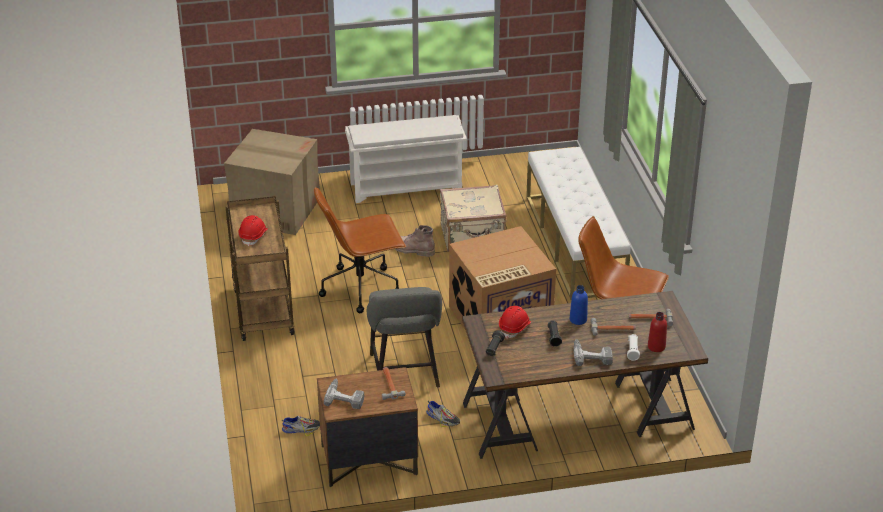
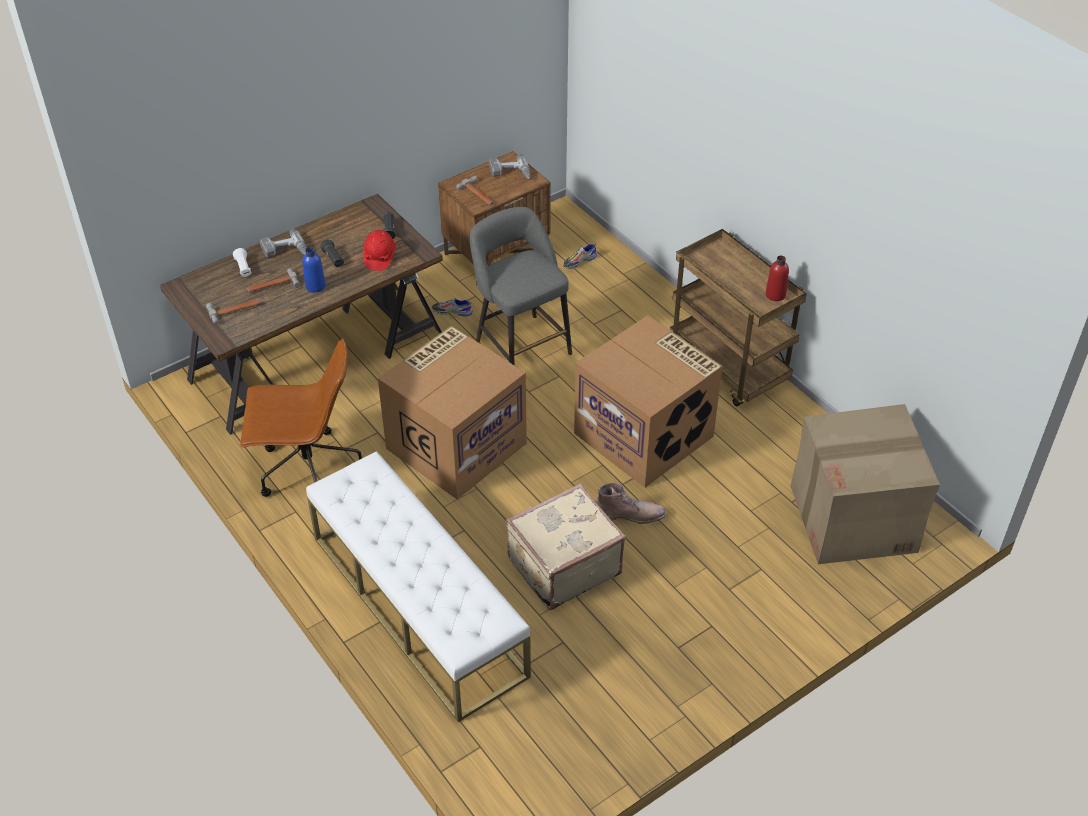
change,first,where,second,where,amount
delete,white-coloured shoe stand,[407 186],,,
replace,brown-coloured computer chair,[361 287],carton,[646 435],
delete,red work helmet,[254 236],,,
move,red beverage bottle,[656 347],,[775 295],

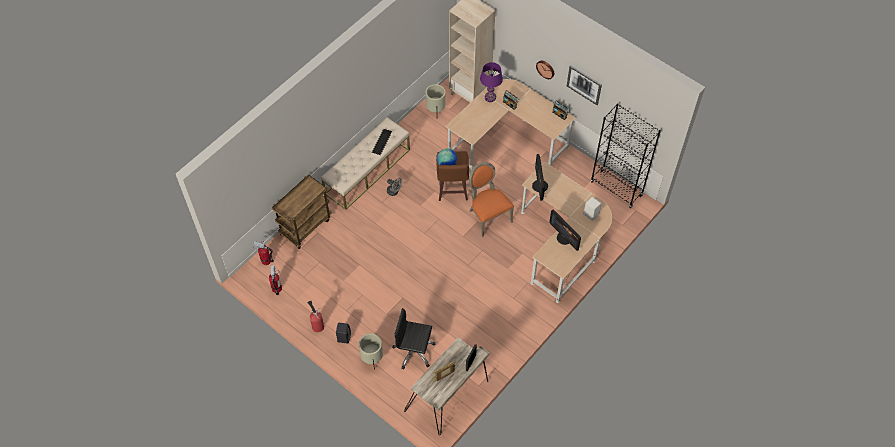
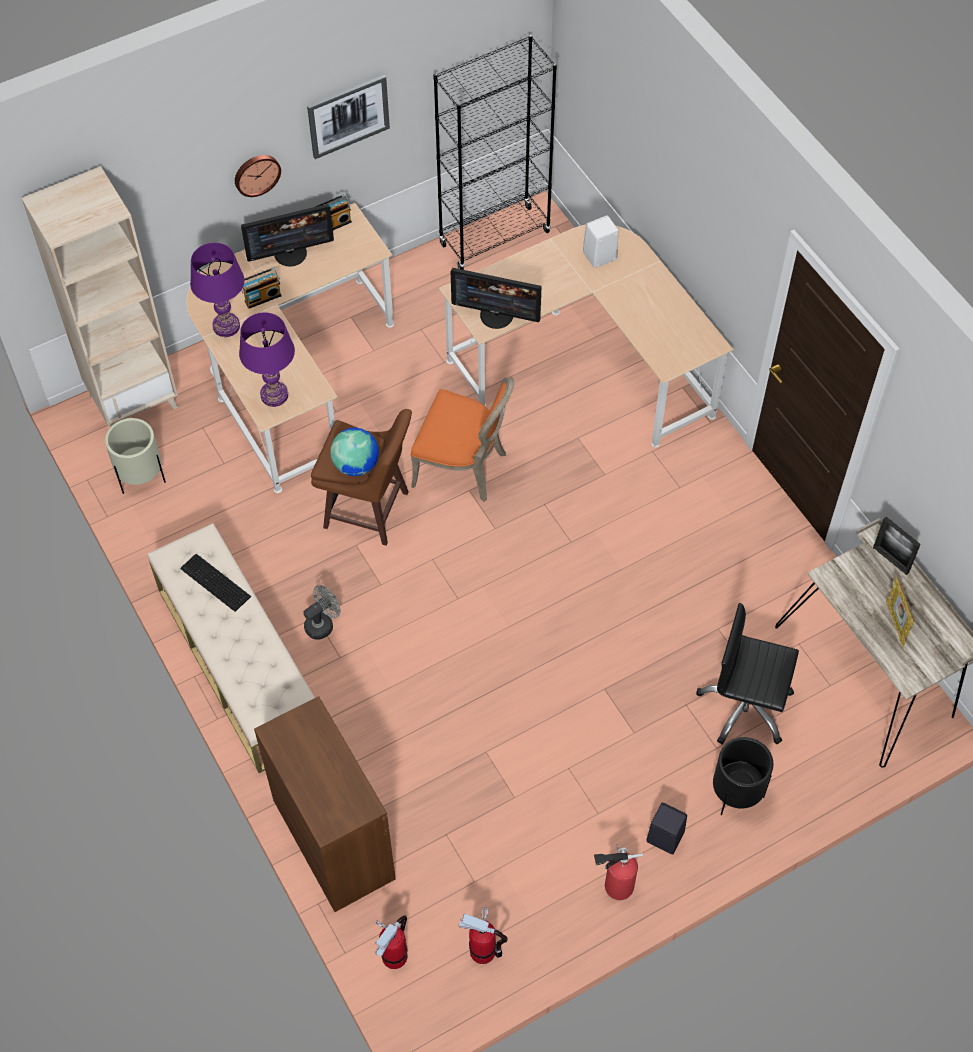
change,first,where,second,where,amount
rotate,orange-coloured plain chair,[488 216],,[464 468],150 degrees counterclockwise
replace,brown-coloured cart,[305 226],brown-coloured storage cabinet,[333 839],
move,computer screen,[564 238],,[290 253],
rotate,black computer chair,[414 351],,[745 706],75 degrees clockwise
recolor,sand-coloured planter,[372 358],black planter,[735 794],
insert,,,purple-coloured lamp for a table,[274 395],

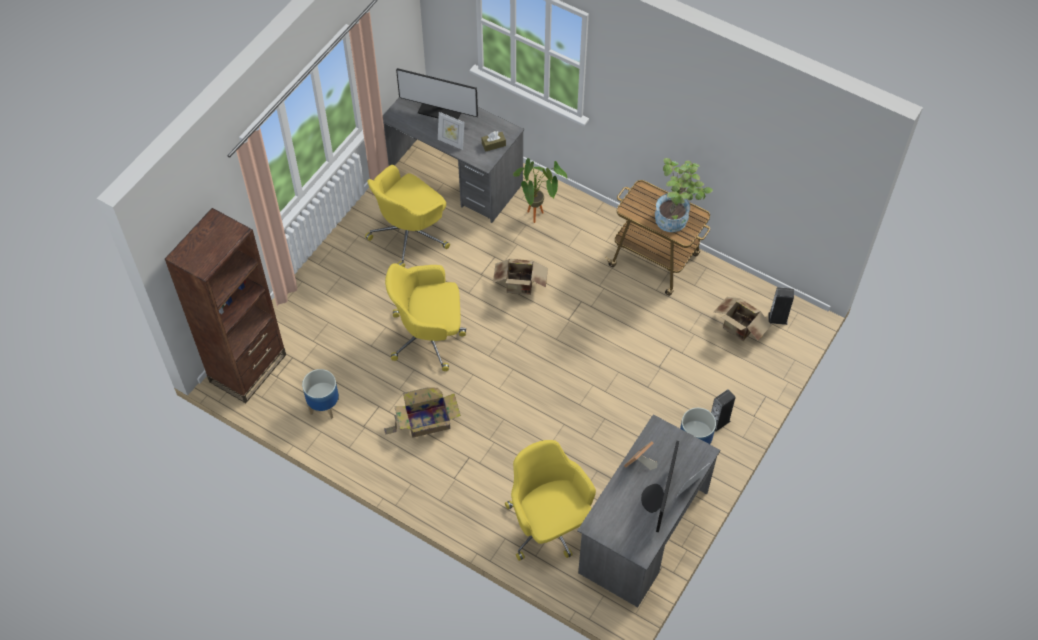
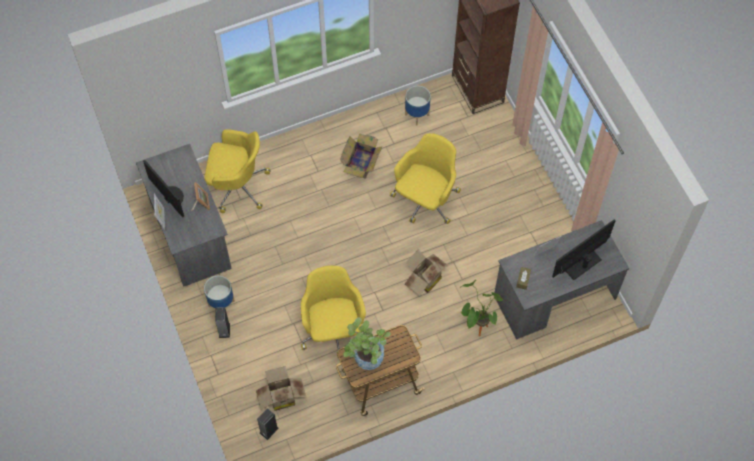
change,first,where,second,where,amount
move,yellow-coloured computer chair,[410 234],,[333 330],

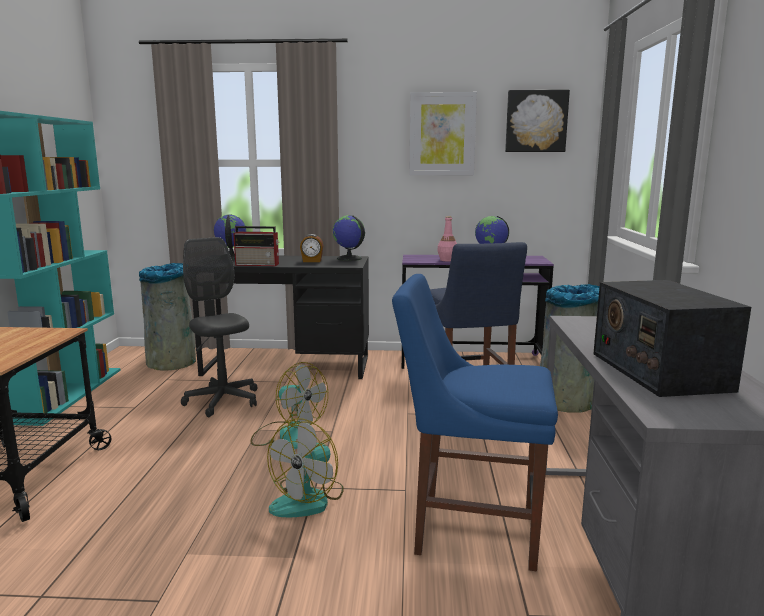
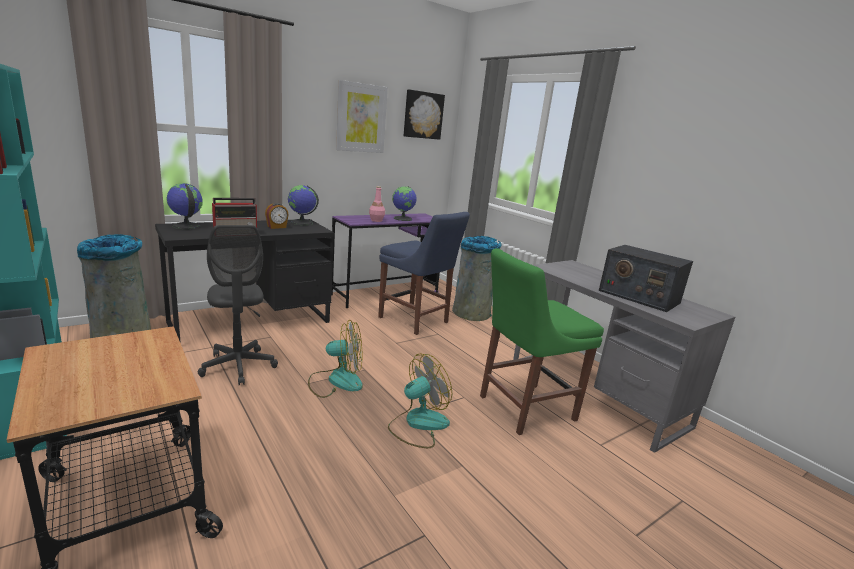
change,first,where,second,where,amount
rotate,grey computer chair,[223 401],,[238 366],135 degrees counterclockwise
recolor,blue plain chair,[469 527],green plain chair,[522 408],
rotate,electric fan,[308 499],,[418 424],120 degrees counterclockwise

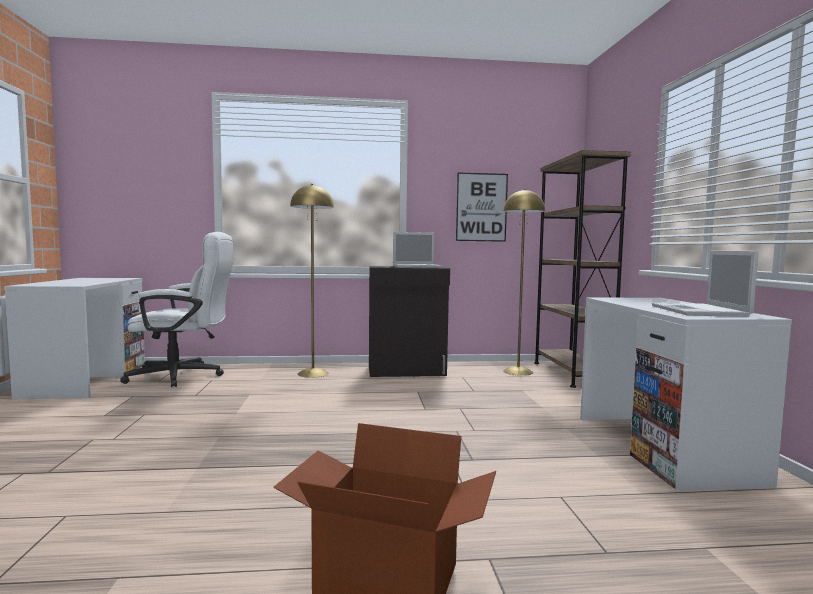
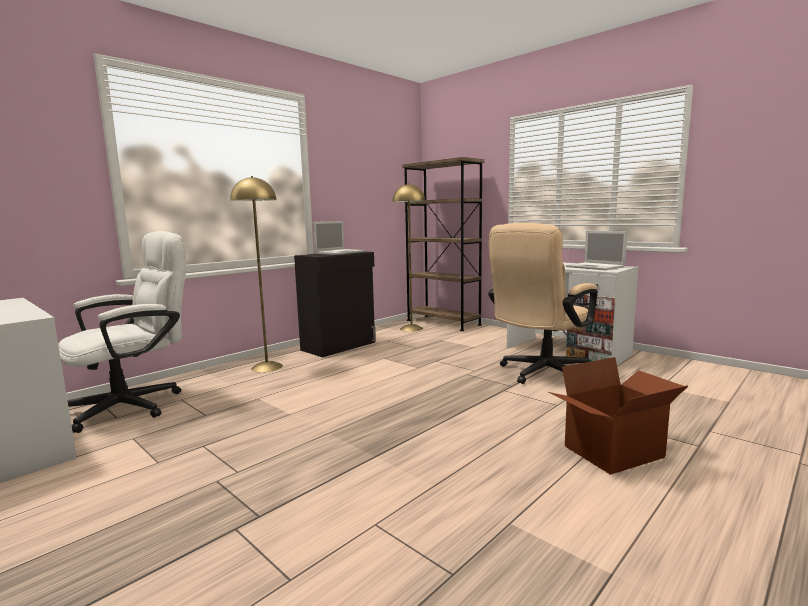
change,first,where,second,where,amount
delete,wall art,[481 207],,,
insert,,,sand-coloured computer chair,[540 374],

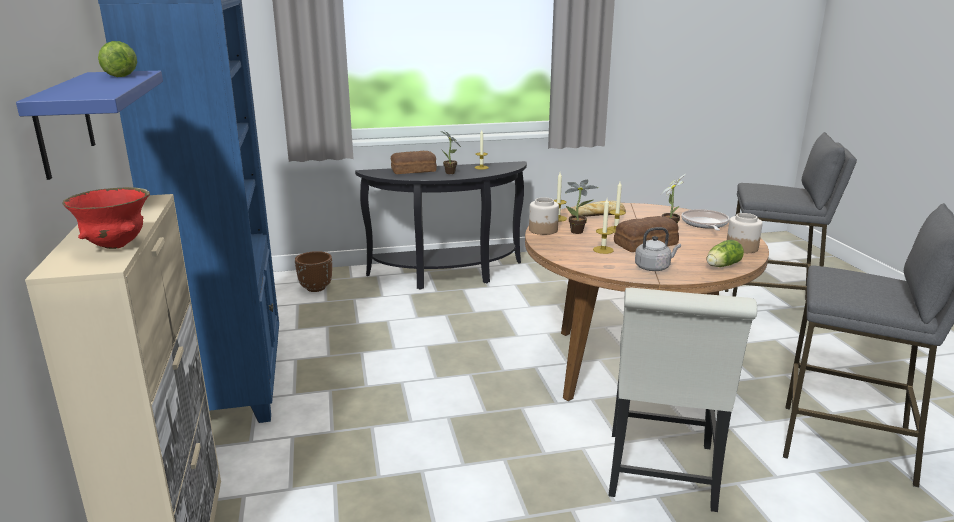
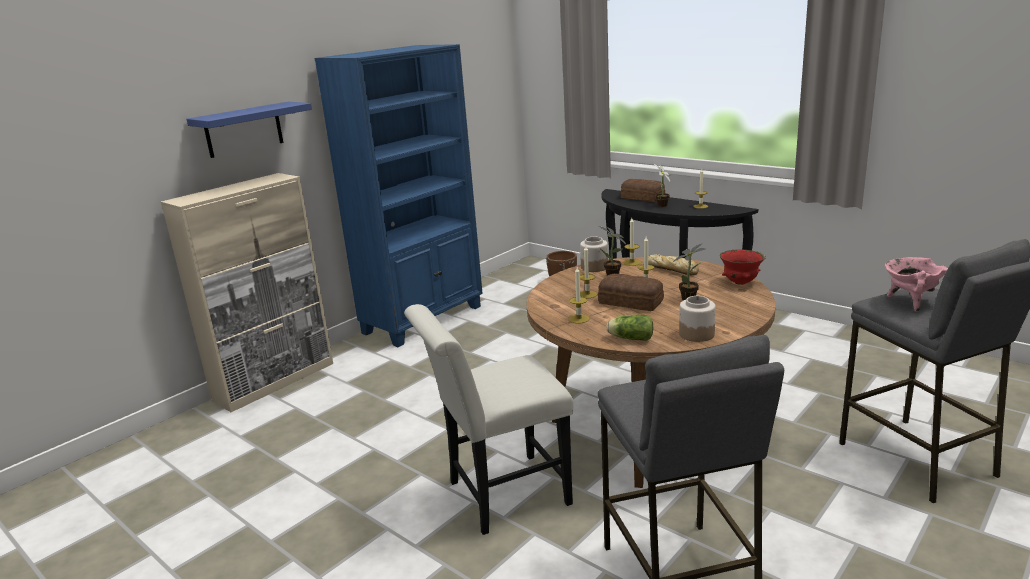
change,first,where,second,where,amount
delete,lettuce head,[121 74],,,
move,red bowl,[116 246],,[740 283],
delete,skillet,[704 224],,,
replace,grey kettle,[654 267],wax candle,[579 319],
insert,,,pink-coloured stockpot,[910 302],

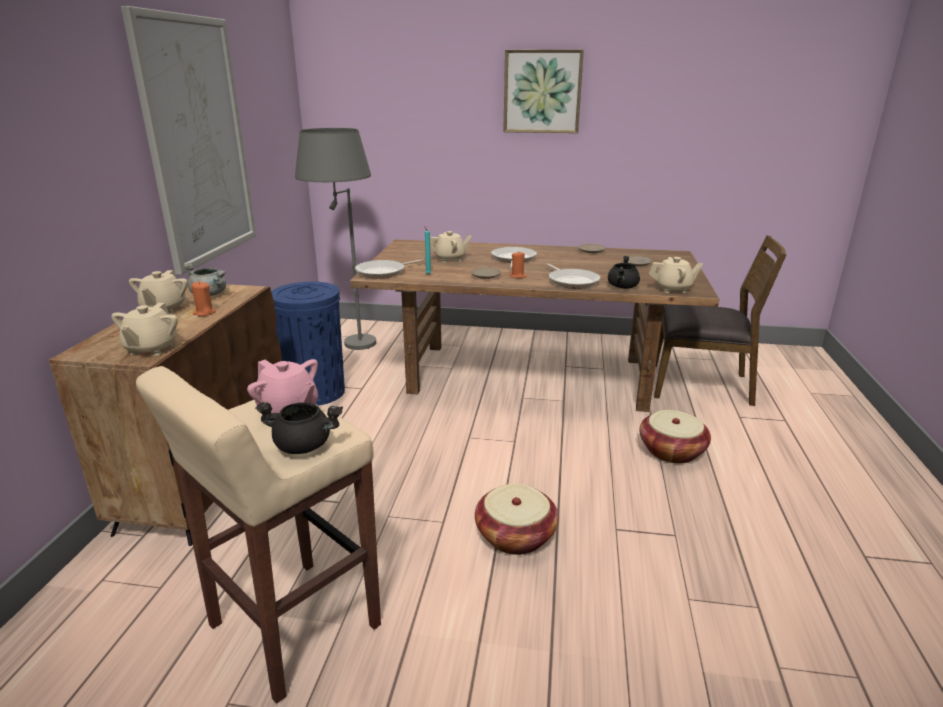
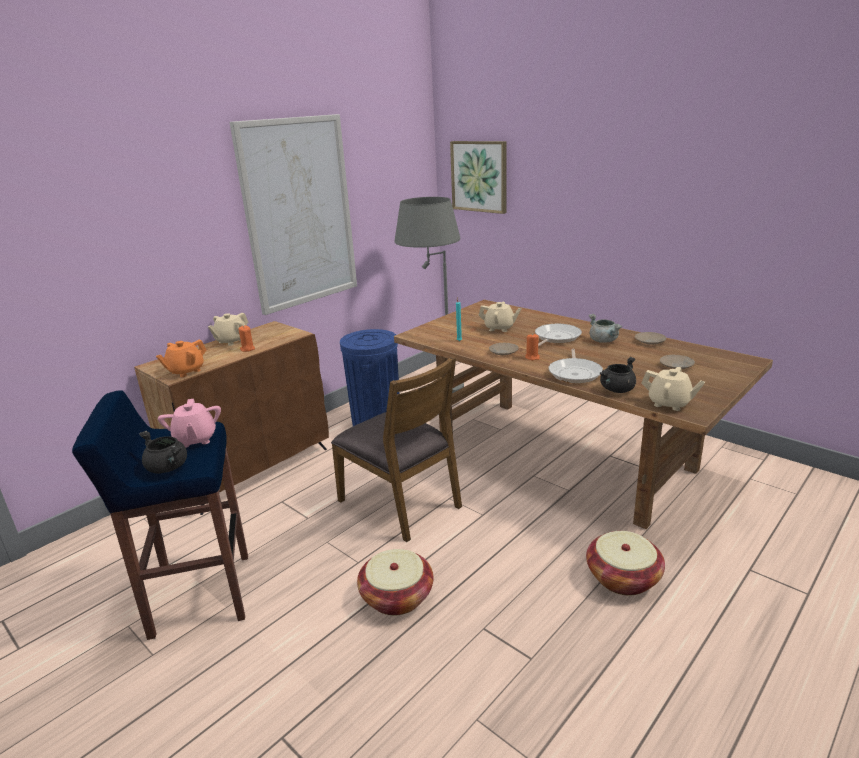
change,first,where,second,where,amount
move,wall art,[542 91],,[479 176],
move,brown-coloured plain chair,[701 385],,[401 502],
delete,skillet,[383 272],,,
move,grey stockpot,[210 295],,[604 341],
recolor,sand-coloured teapot,[151 349],orange-coloured teapot,[185 371],
recolor,sand-coloured stool seat,[292 627],blue stool seat,[199 595],

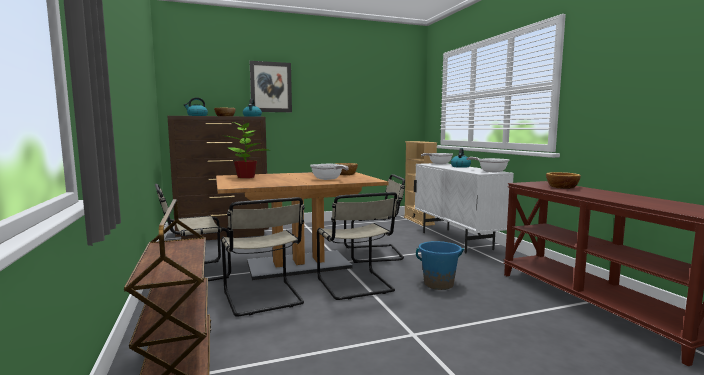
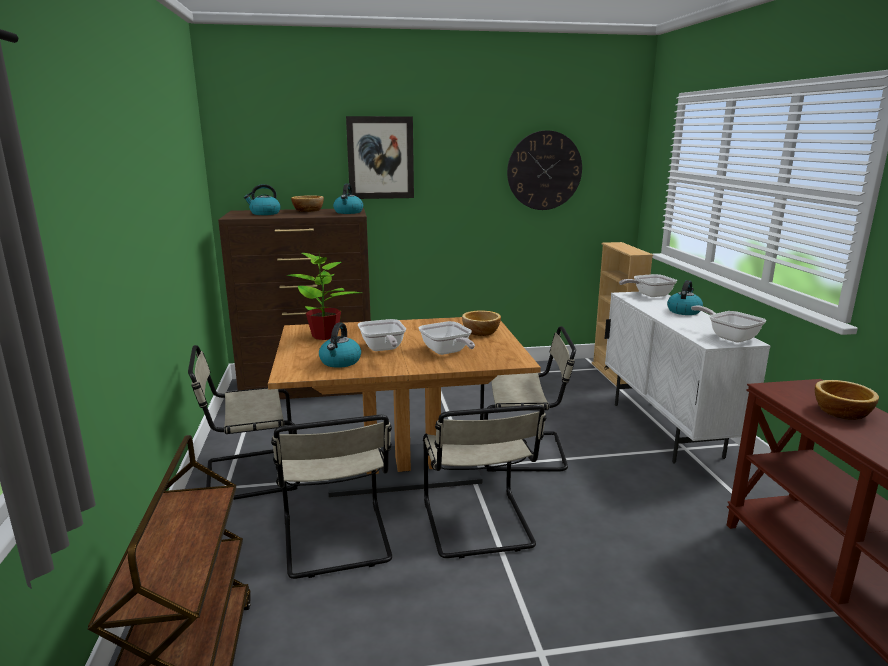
change,first,where,second,where,amount
delete,blue pail,[438 284],,,
insert,,,clock on the wall,[544 170],
insert,,,skillet,[383 349],
insert,,,kettle,[340 362],

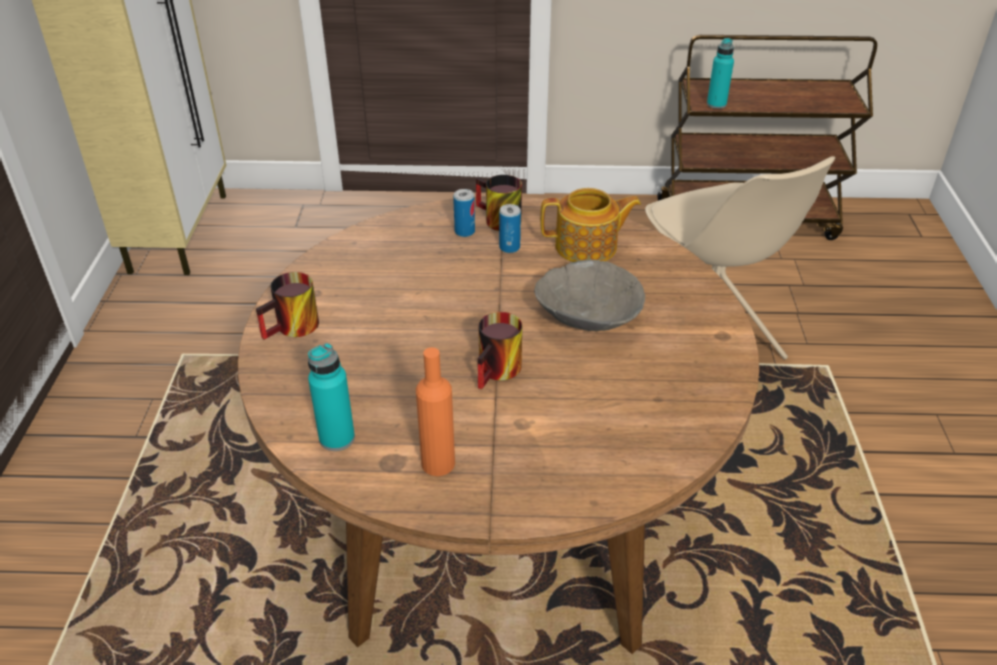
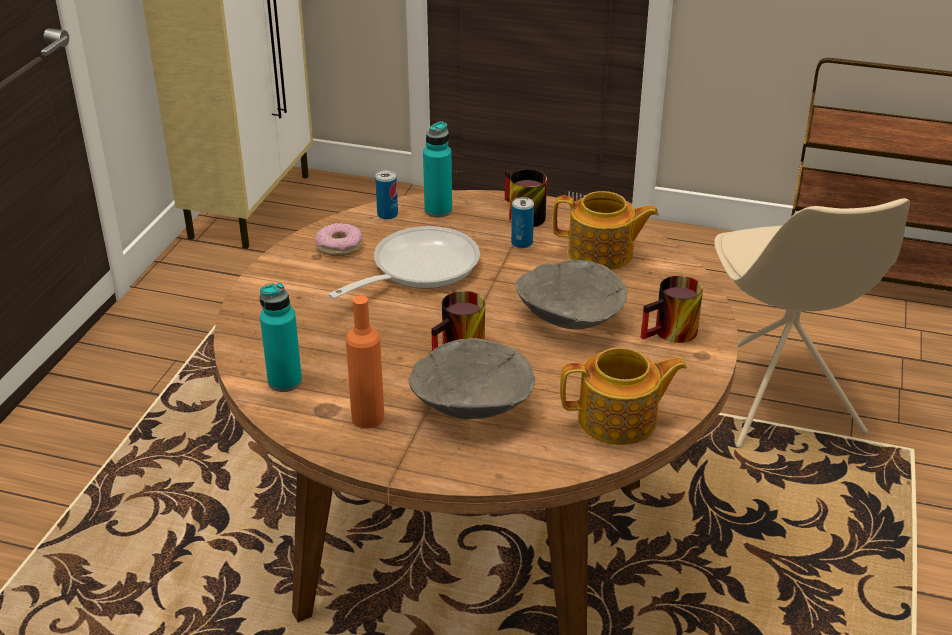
change,first,where,second,where,amount
move,turquoise beverage bottle,[716 104],,[438 210],
move,metal can,[464 232],,[387 214],
move,coffee mug,[294 329],,[672 334],
insert,,,donut,[339 246],
insert,,,skillet,[417 269],
insert,,,grey bowl,[471 407],
insert,,,teapot,[619 420],

